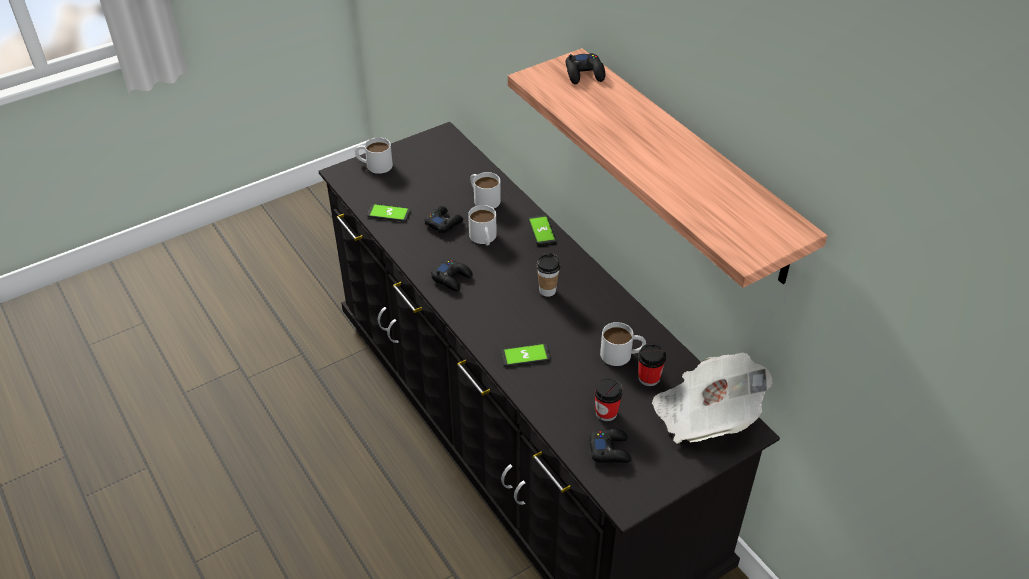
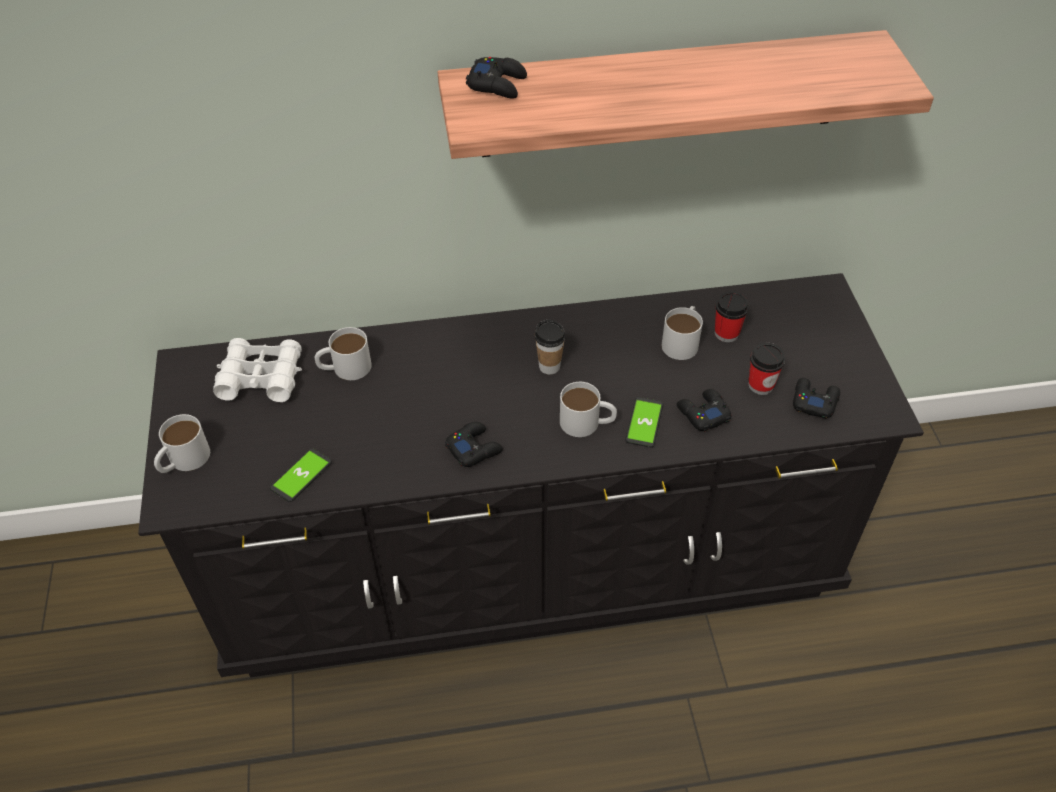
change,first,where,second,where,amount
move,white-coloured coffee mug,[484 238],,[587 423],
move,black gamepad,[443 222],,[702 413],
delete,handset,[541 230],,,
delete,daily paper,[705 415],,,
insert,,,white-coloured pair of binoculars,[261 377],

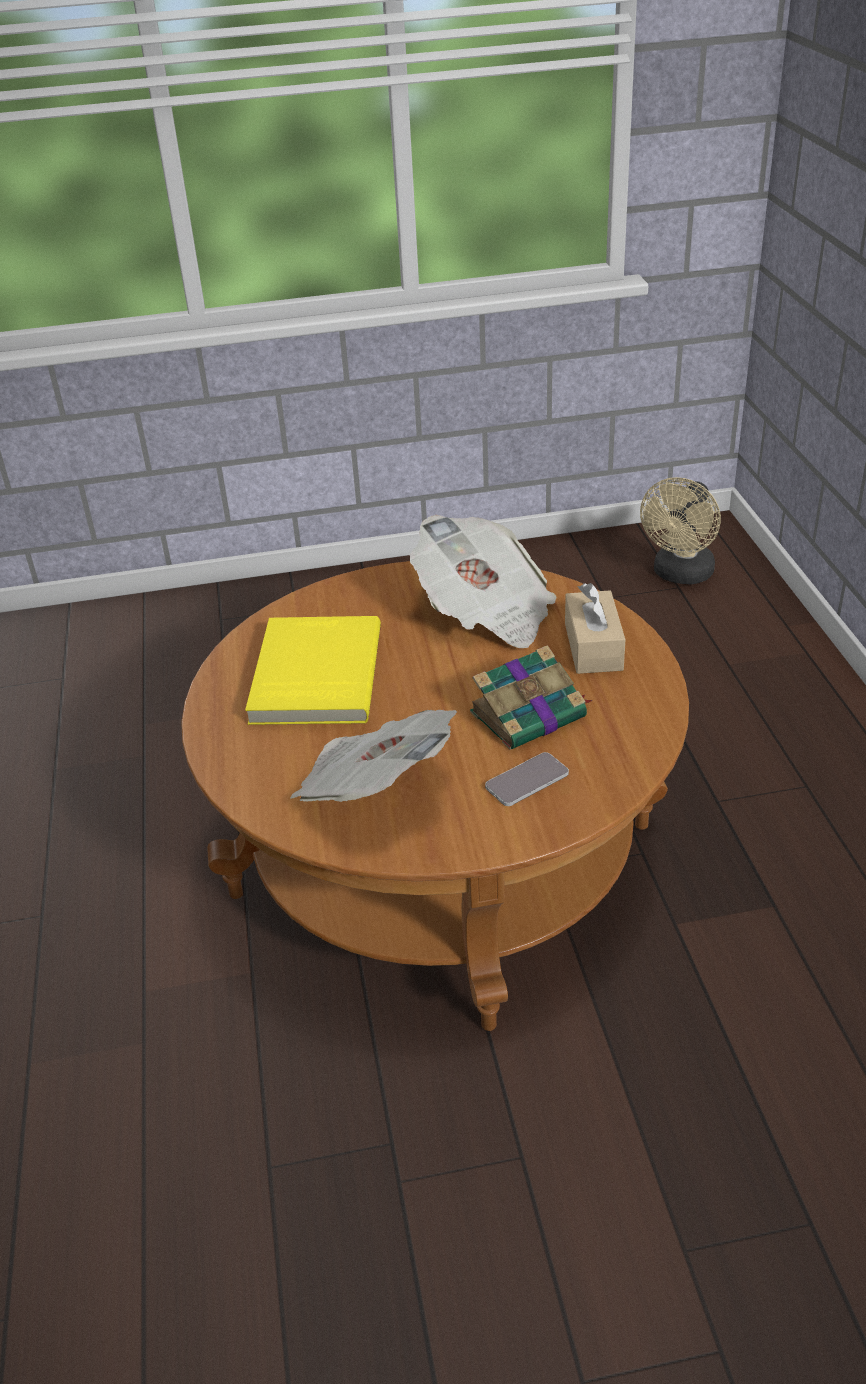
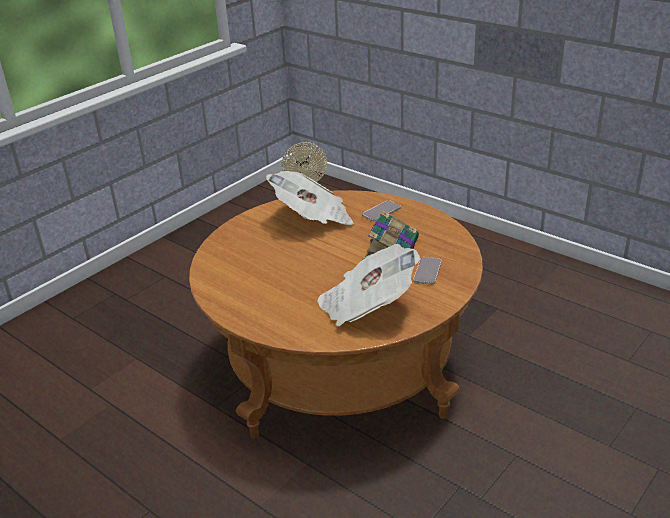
change,first,where,second,where,amount
replace,sand-coloured tissue holder,[593 646],handset,[381 211],
delete,yellow-coloured volume,[313 675],,,

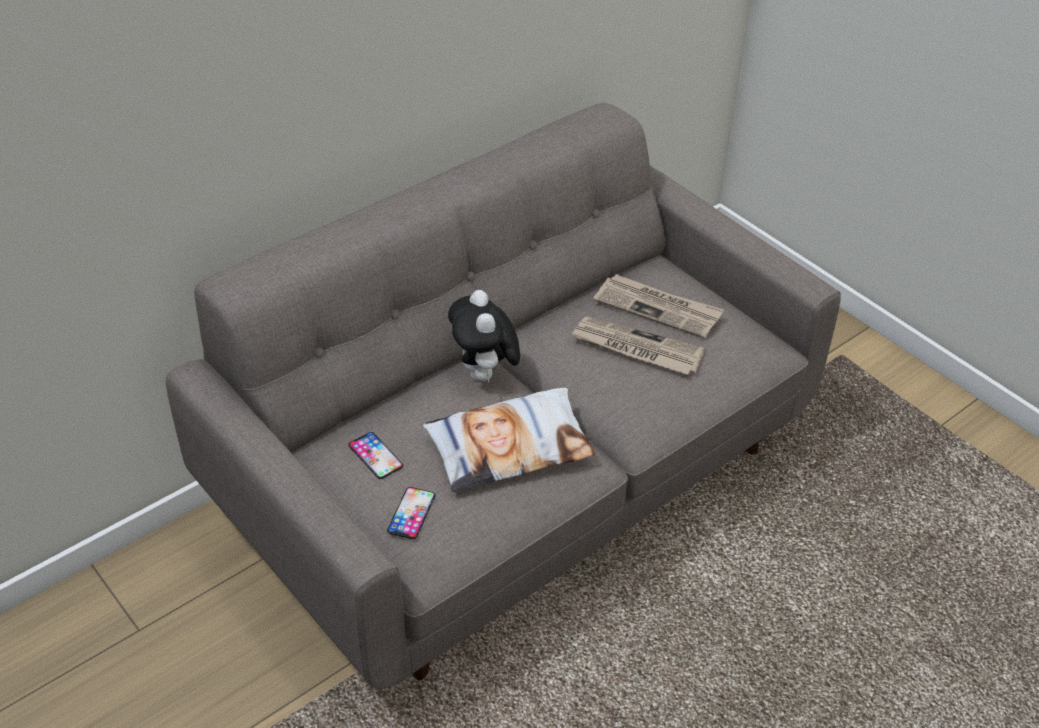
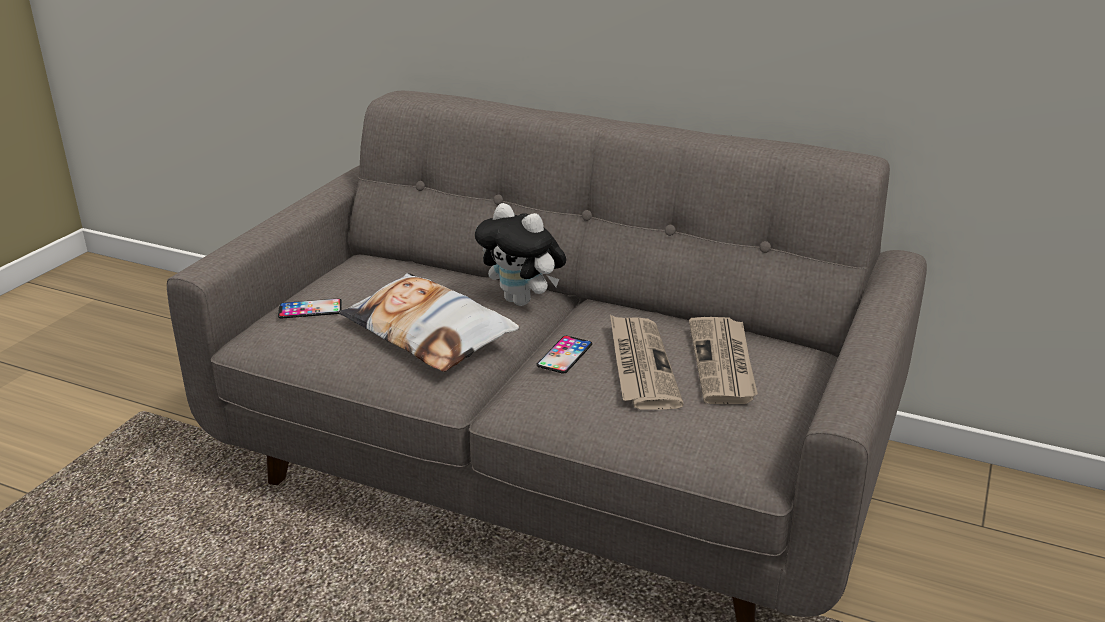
change,first,where,second,where,amount
rotate,plush toy,[484 375],,[523 301],105 degrees counterclockwise
move,handset,[375 456],,[564 355],

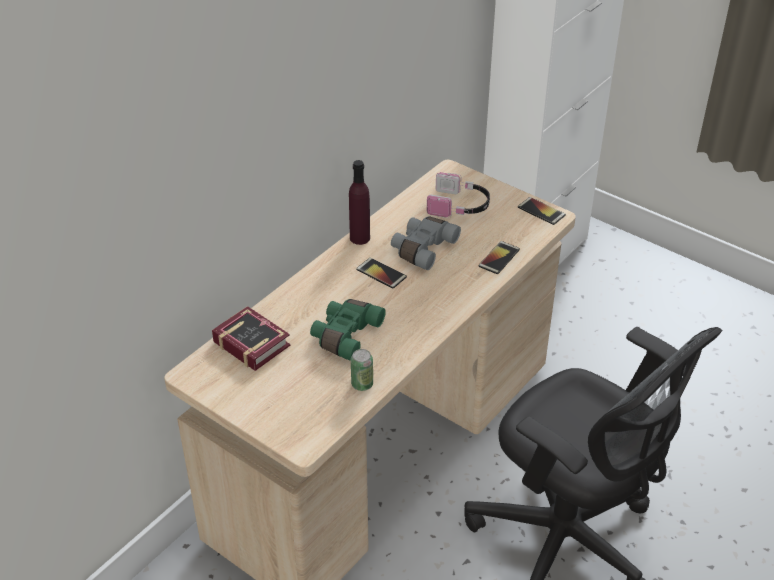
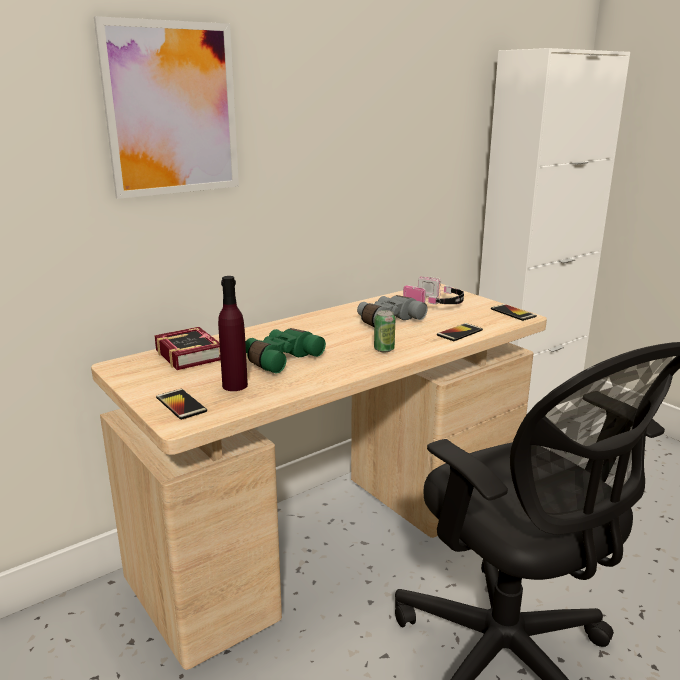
change,first,where,second,where,amount
move,purple-coloured beverage bottle,[360 238],,[235 385],
move,handset,[381 273],,[181 404],
move,metal can,[362 384],,[384 349],
insert,,,wall art,[172 109],

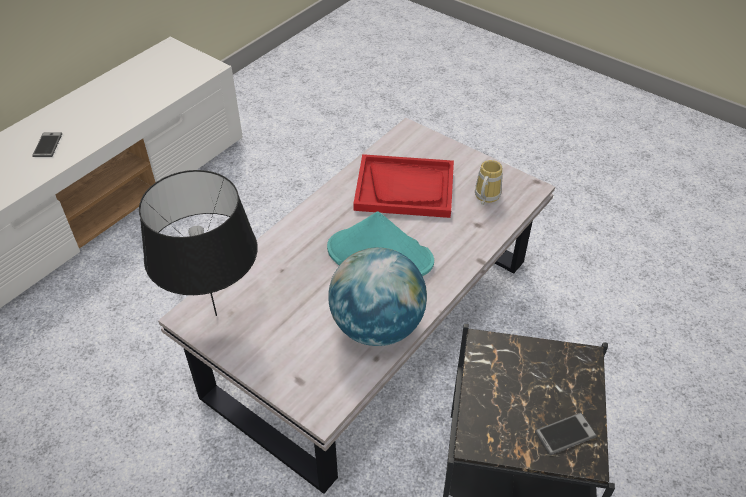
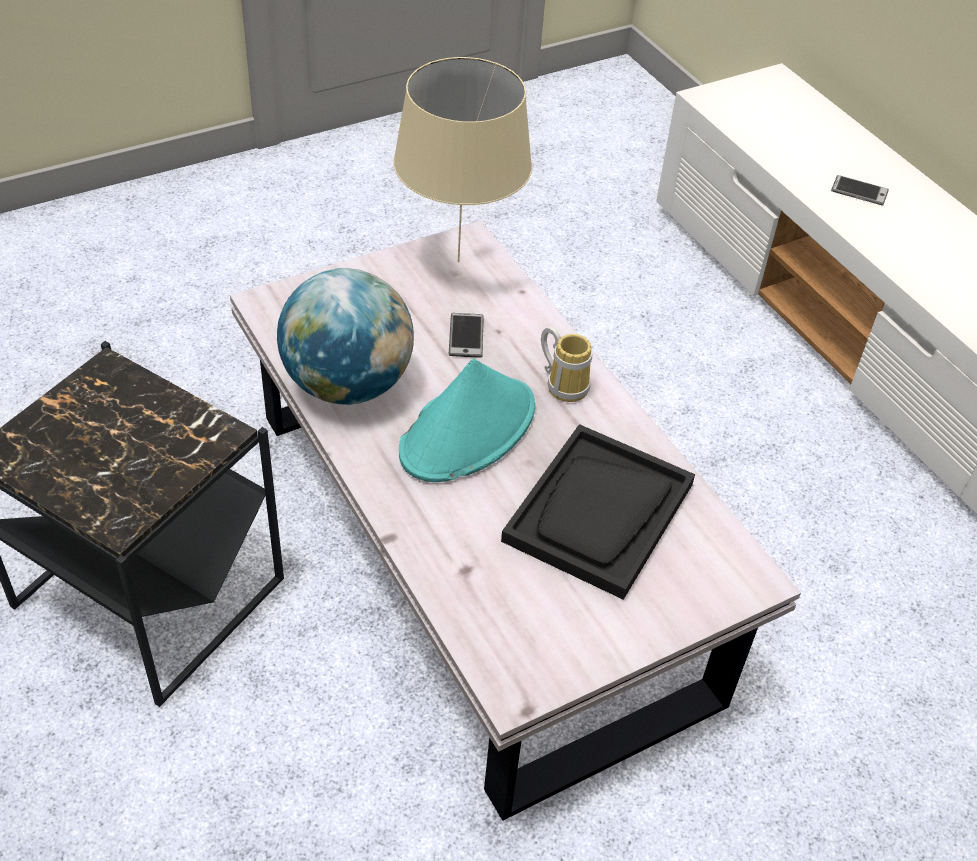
change,first,where,second,where,amount
recolor,red serving tray,[405 188],black serving tray,[599 513],
move,coffee mug,[484 197],,[565 383],
recolor,black lamp for a table,[216 315],sand-coloured lamp for a table,[459 261],
move,handset,[565 434],,[466 336],

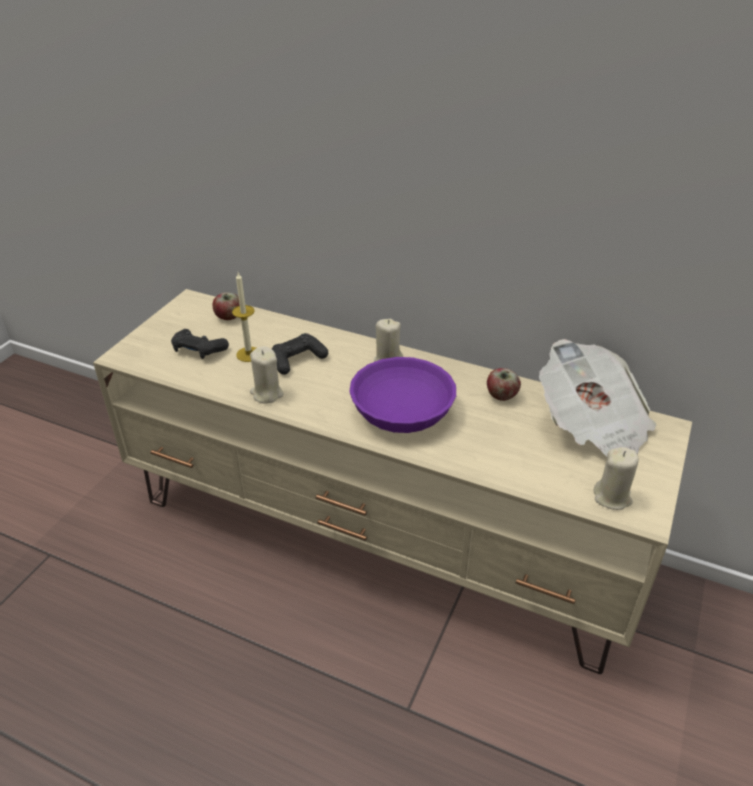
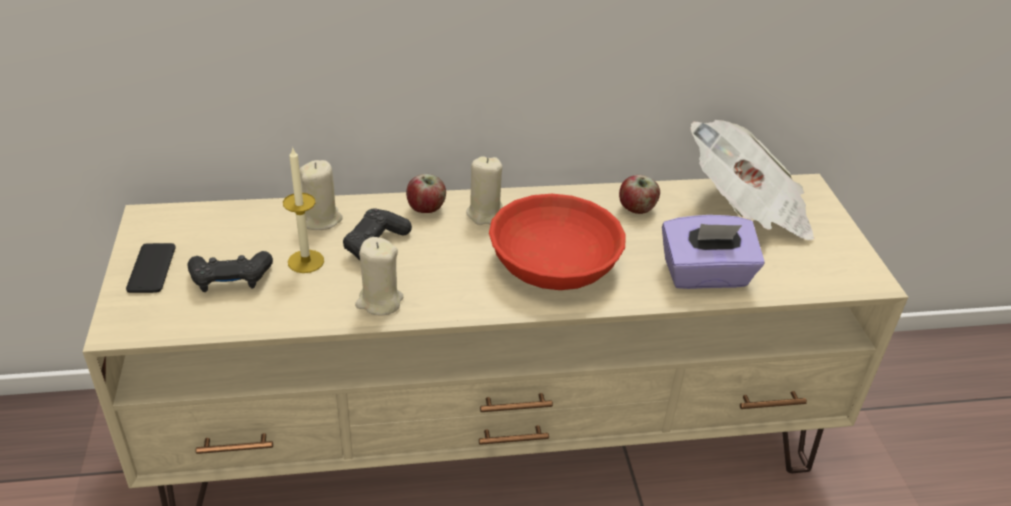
change,first,where,second,where,amount
move,apple fruit,[229 317],,[426 208],
recolor,purple-coloured bowl,[402 410],red bowl,[554 262],
move,sand-coloured wax candle,[612 497],,[321 219],
insert,,,purple-coloured tissue holder,[705 275],
insert,,,handset,[151 268],

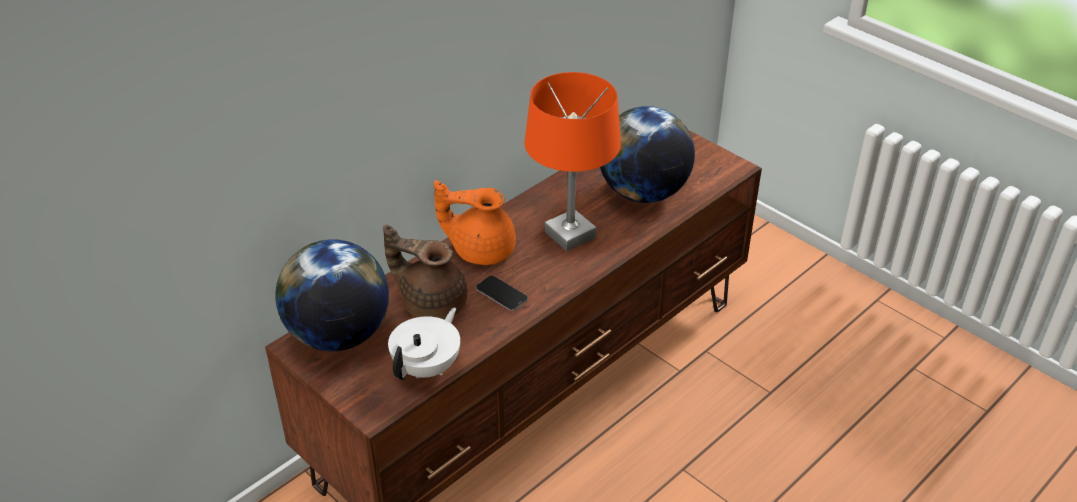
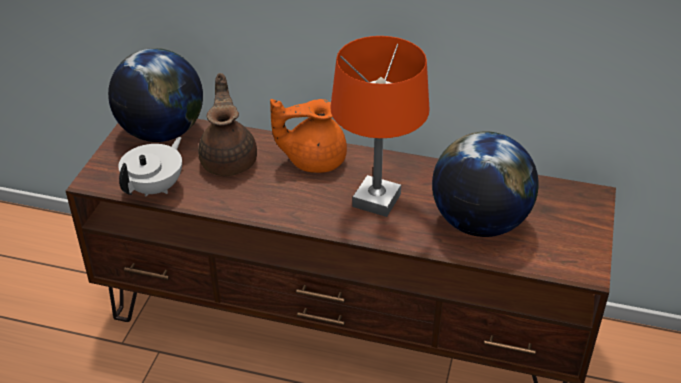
change,first,where,second,where,amount
rotate,orange-coloured teapot,[480 249],,[313 160],75 degrees counterclockwise
delete,handset,[501 294],,,
rotate,white-coloured teapot,[428 367],,[156 187],60 degrees counterclockwise

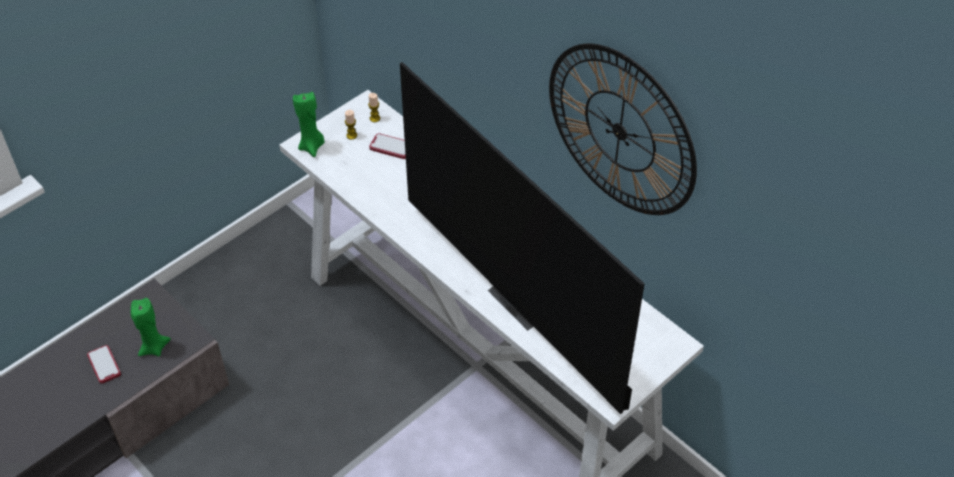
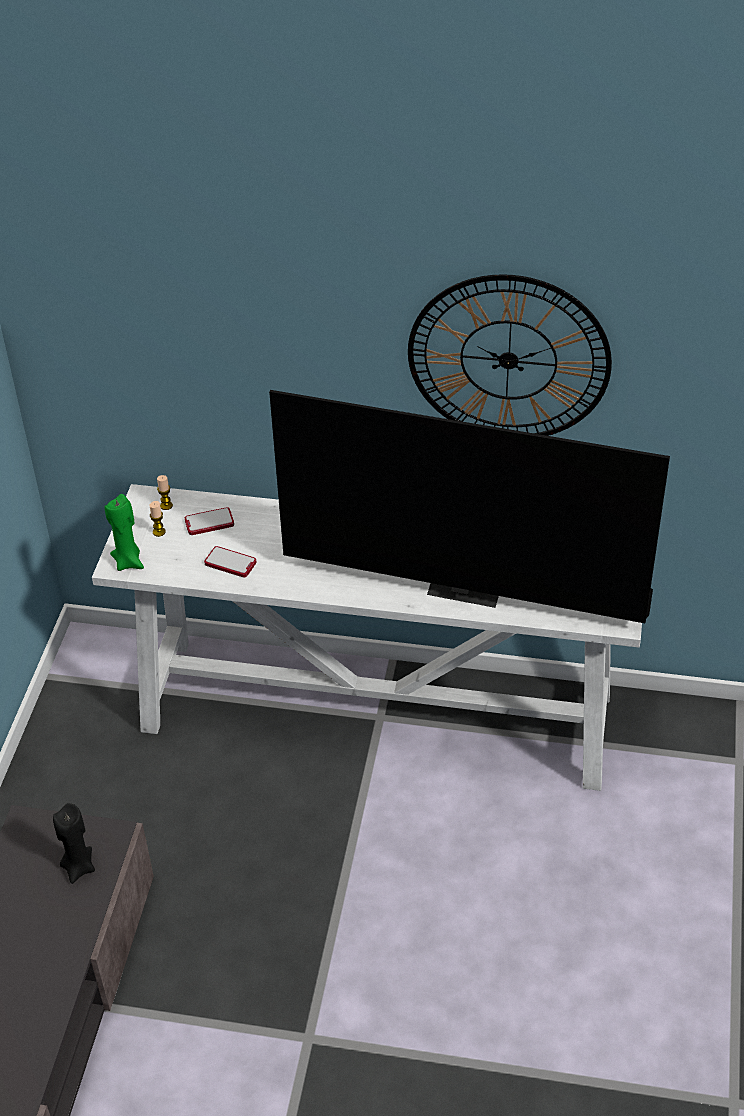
change,first,where,second,where,amount
recolor,green wax candle,[154 347],black wax candle,[79 867],
move,handset,[104 365],,[230 563],

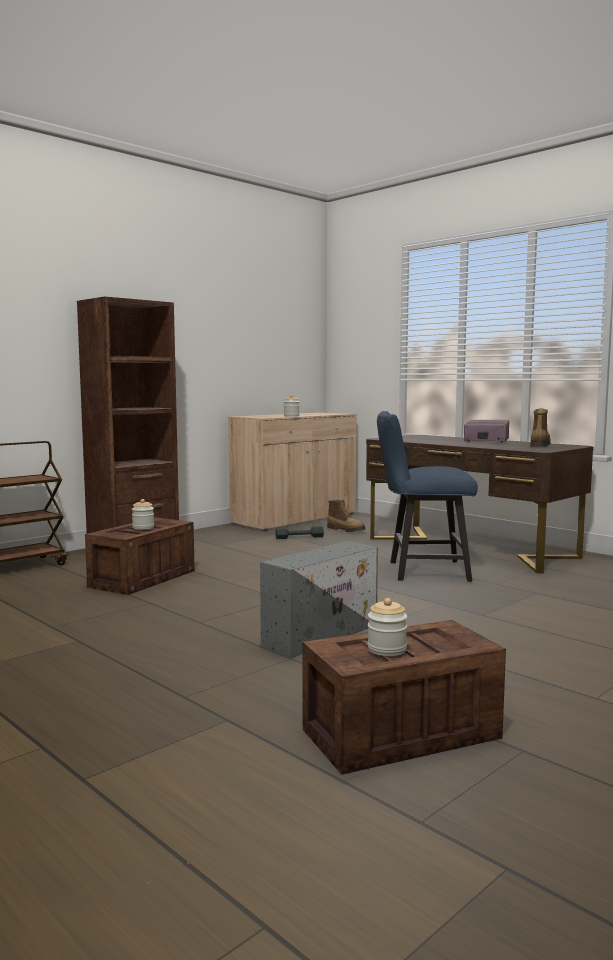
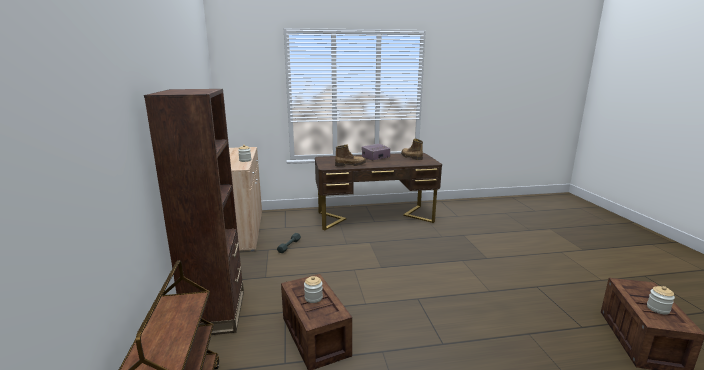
change,first,where,second,where,amount
delete,blue plain chair,[421 571],,,
move,high-top boot,[346 530],,[350 165],
delete,grey storage bin,[322 635],,,

